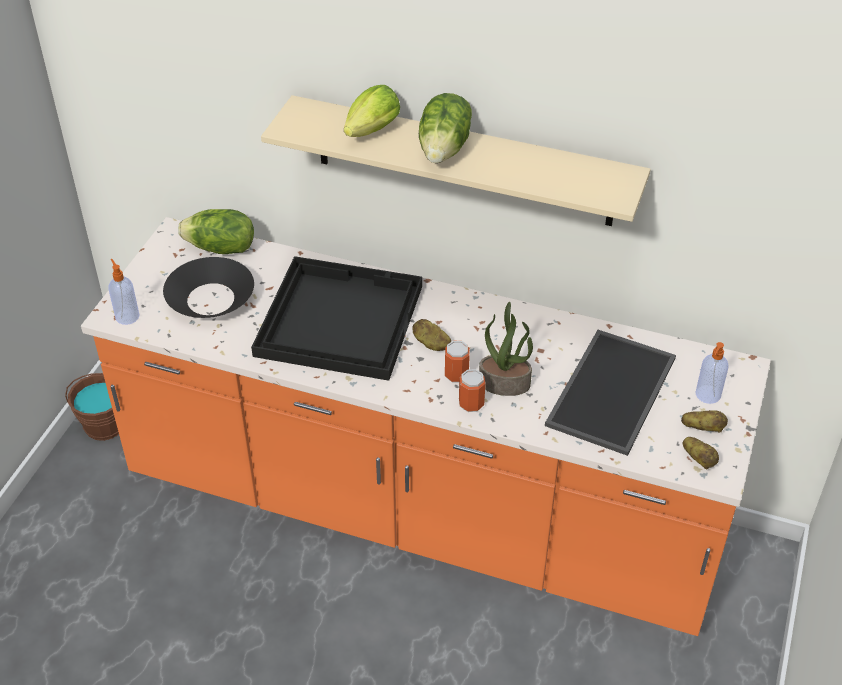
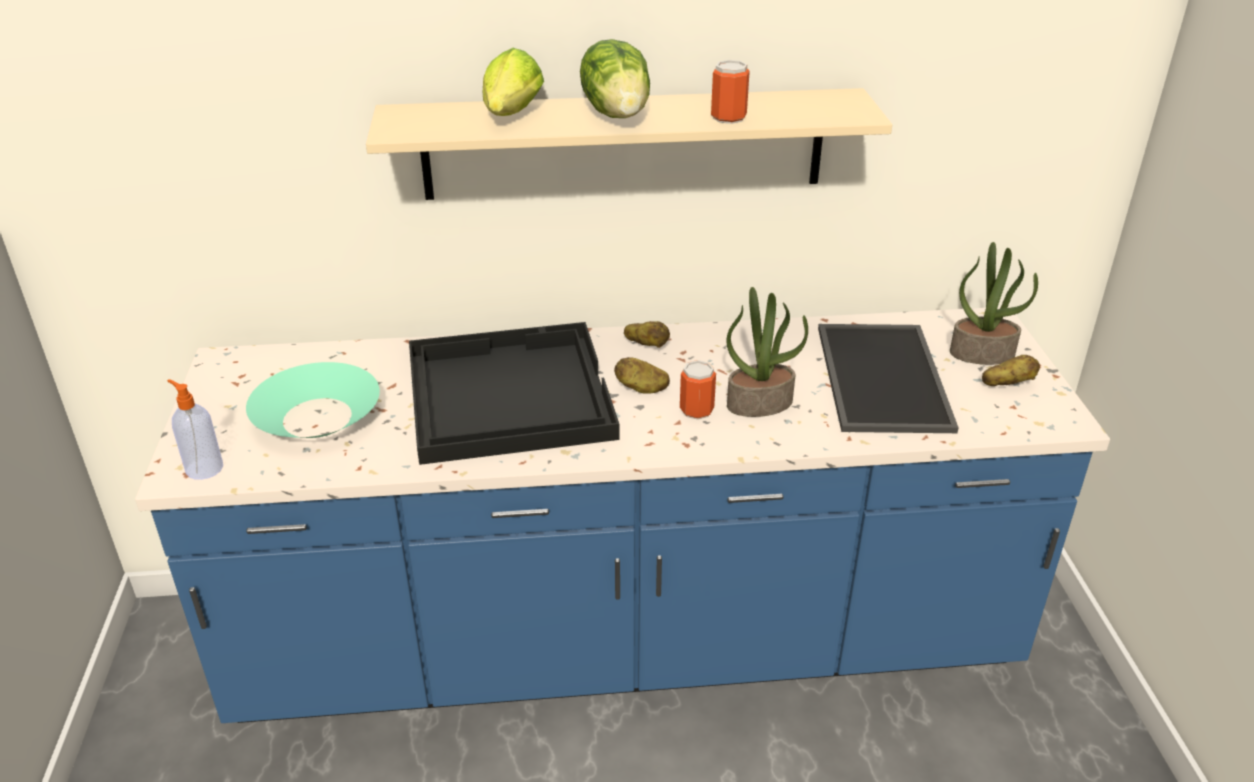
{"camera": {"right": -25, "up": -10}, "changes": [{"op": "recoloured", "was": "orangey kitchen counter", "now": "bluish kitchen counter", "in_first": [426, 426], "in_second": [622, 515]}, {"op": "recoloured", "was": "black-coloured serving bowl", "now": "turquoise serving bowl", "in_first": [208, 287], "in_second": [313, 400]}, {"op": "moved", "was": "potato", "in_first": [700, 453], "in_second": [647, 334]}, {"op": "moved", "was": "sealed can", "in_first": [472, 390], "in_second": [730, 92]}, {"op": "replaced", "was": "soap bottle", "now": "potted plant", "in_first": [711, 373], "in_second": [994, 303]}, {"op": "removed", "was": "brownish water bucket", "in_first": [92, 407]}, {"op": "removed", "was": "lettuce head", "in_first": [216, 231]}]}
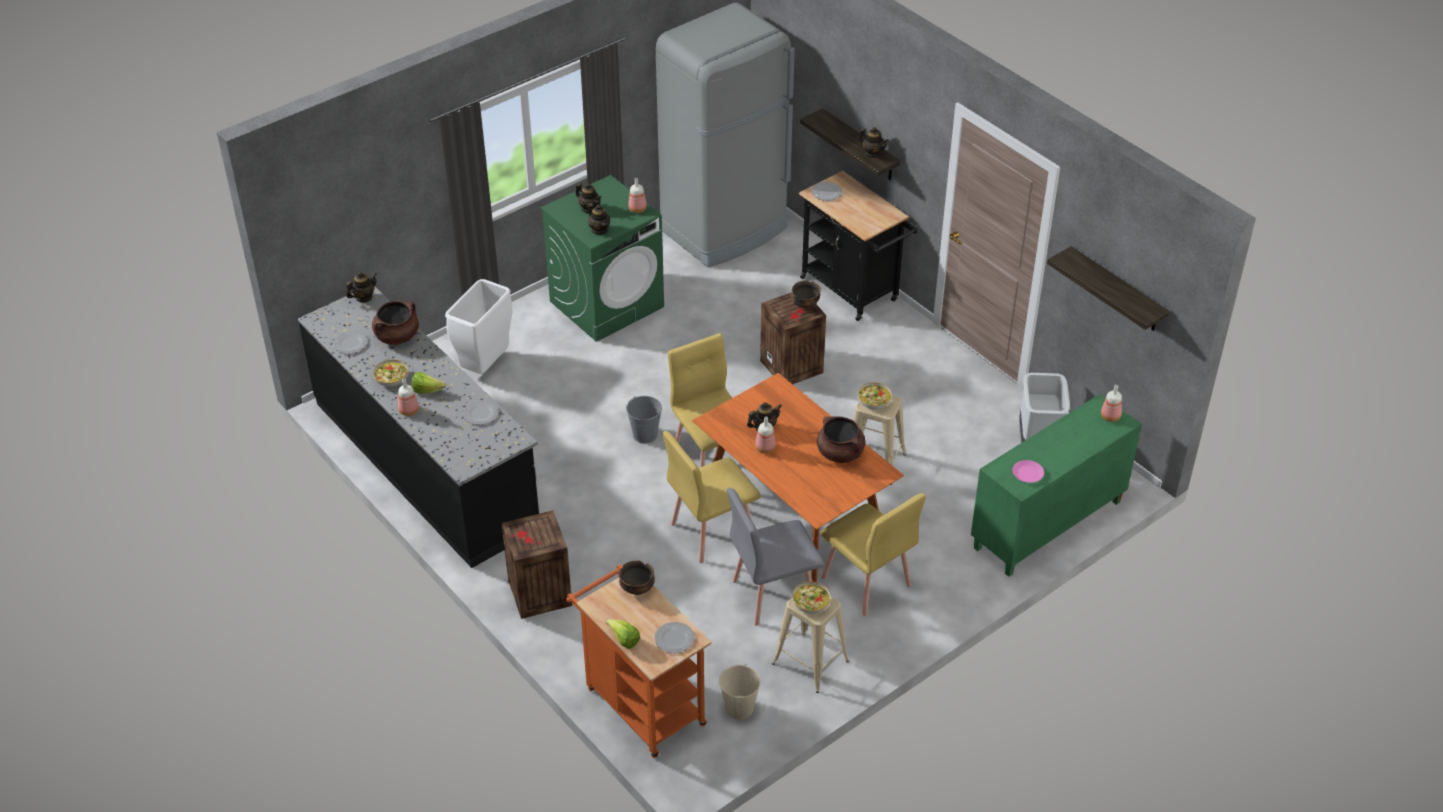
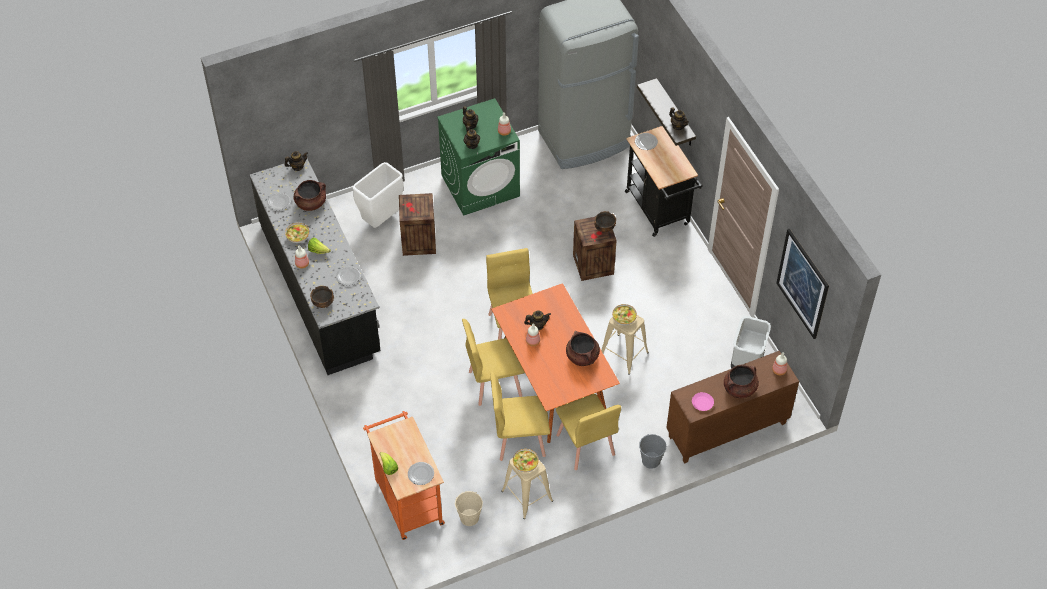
{"camera": {"right": 15, "up": 10}, "changes": [{"op": "moved", "was": "serving bowl", "in_first": [637, 578], "in_second": [322, 297]}, {"op": "moved", "was": "crate", "in_first": [536, 564], "in_second": [417, 224]}, {"op": "recoloured", "was": "greyish plain chair", "now": "yellow plain chair", "in_first": [775, 556], "in_second": [520, 416]}, {"op": "moved", "was": "greyish water bucket", "in_first": [644, 420], "in_second": [652, 451]}, {"op": "recoloured", "was": "green-coloured cabinet", "now": "brownish cabinet", "in_first": [1056, 485], "in_second": [732, 407]}, {"op": "added", "now": "brownish cooking pot", "in_second": [741, 382]}, {"op": "replaced", "was": "bracket shelf", "now": "wall art", "in_first": [1108, 288], "in_second": [802, 284]}]}
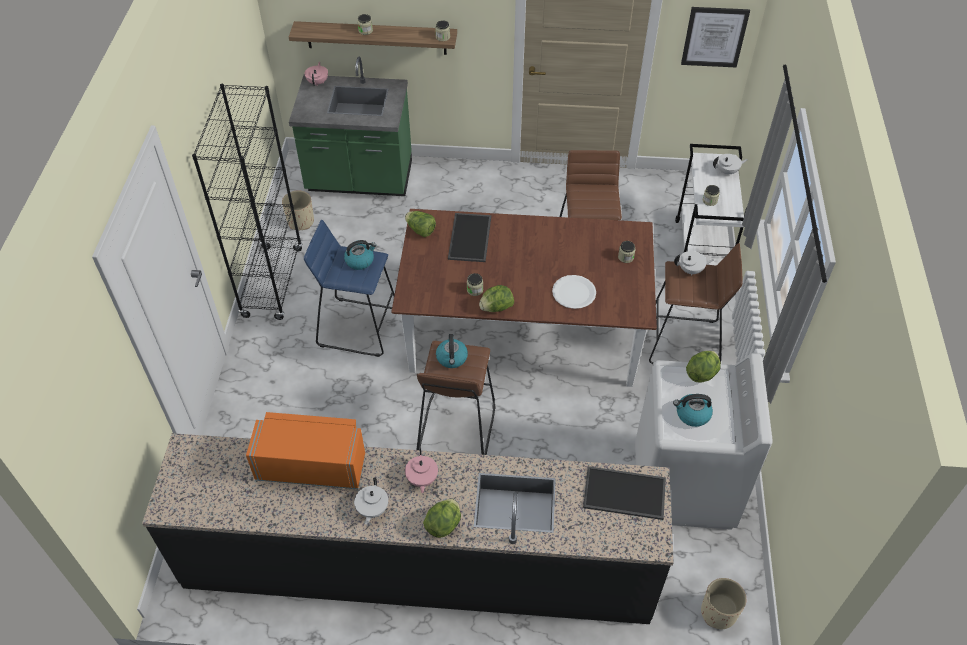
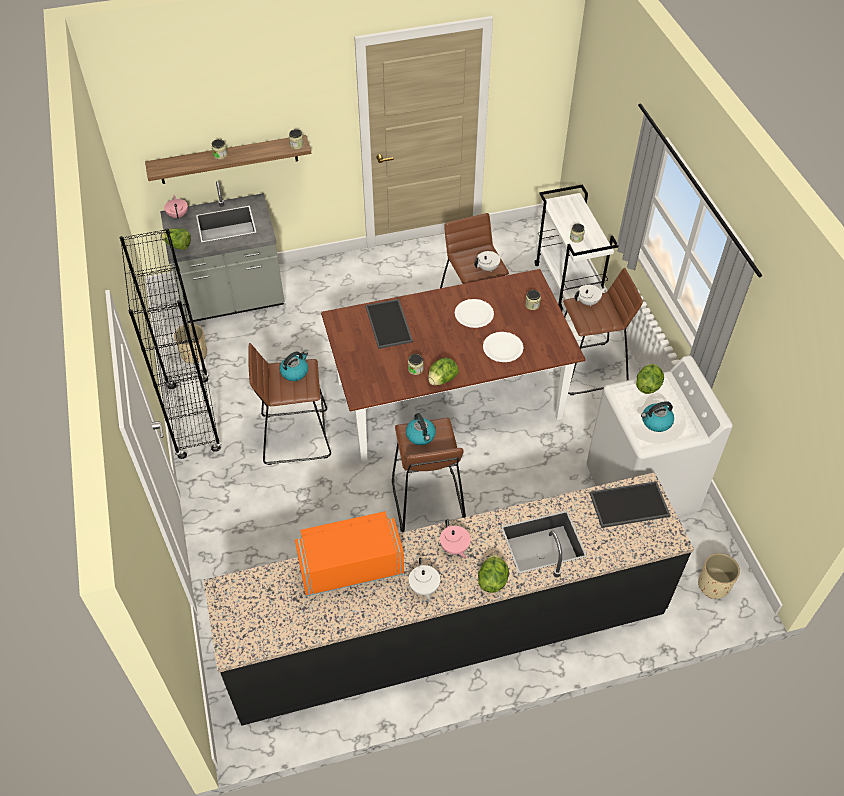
{"camera": {"right": -20, "up": 0}, "changes": [{"op": "recoloured", "was": "green-coloured kitchen counter", "now": "greyish kitchen counter", "in_first": [350, 126], "in_second": [222, 252]}, {"op": "moved", "was": "lettuce head", "in_first": [420, 224], "in_second": [176, 239]}, {"op": "recoloured", "was": "bluish stool", "now": "brownish stool", "in_first": [349, 288], "in_second": [289, 404]}, {"op": "added", "now": "white flat dish", "in_second": [474, 313]}, {"op": "moved", "was": "white tea pot", "in_first": [730, 165], "in_second": [489, 261]}, {"op": "removed", "was": "wall art", "in_first": [715, 37]}]}
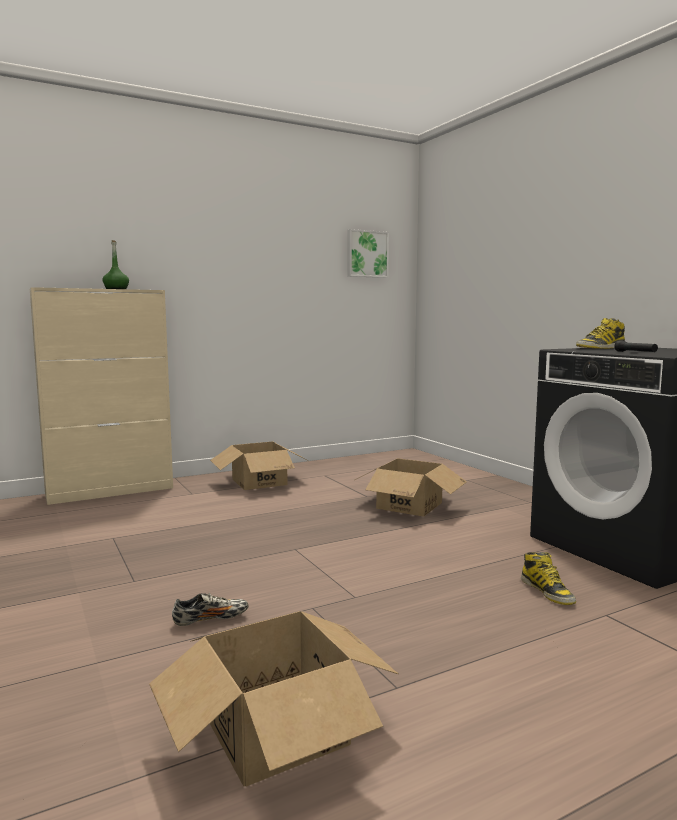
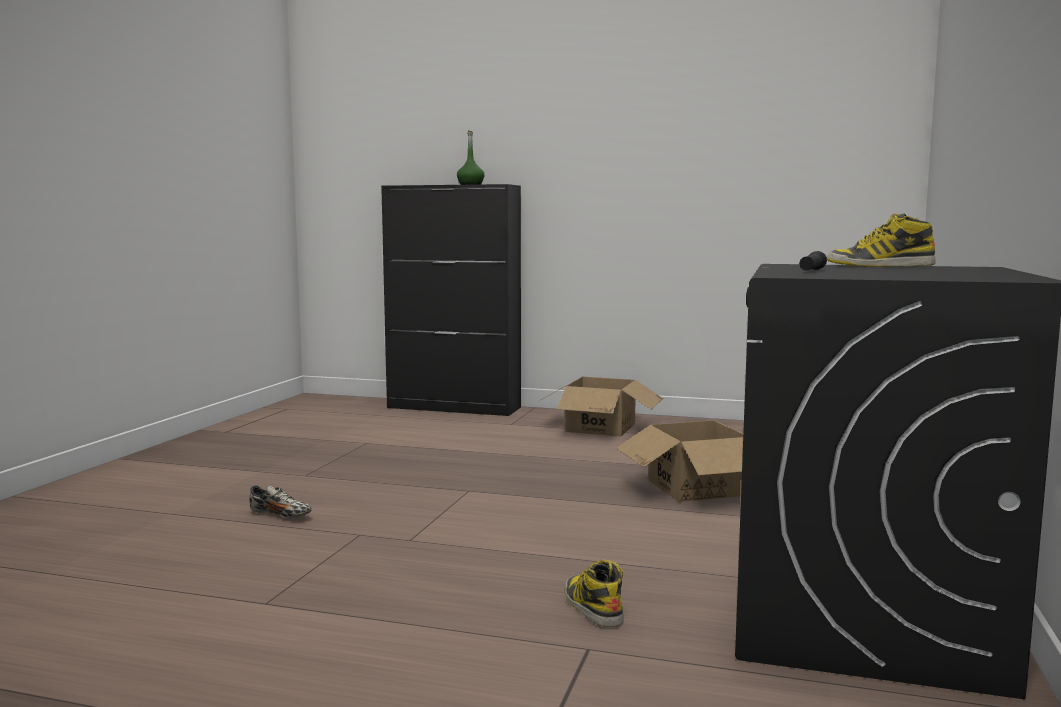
{"camera": {"right": 45, "up": 0}, "changes": [{"op": "recoloured", "was": "sand-coloured cabinet", "now": "black-coloured cabinet", "in_first": [101, 396], "in_second": [451, 300]}, {"op": "turned", "was": "tall boot", "in_first": [548, 578], "in_second": [594, 593], "clockwise": 135}, {"op": "removed", "was": "carton", "in_first": [273, 699]}, {"op": "removed", "was": "wall art", "in_first": [368, 253]}]}
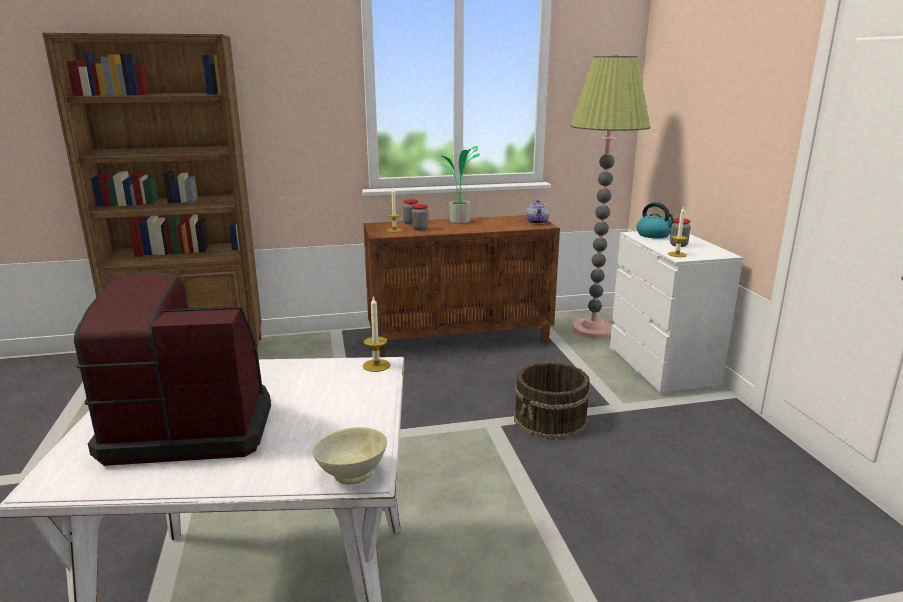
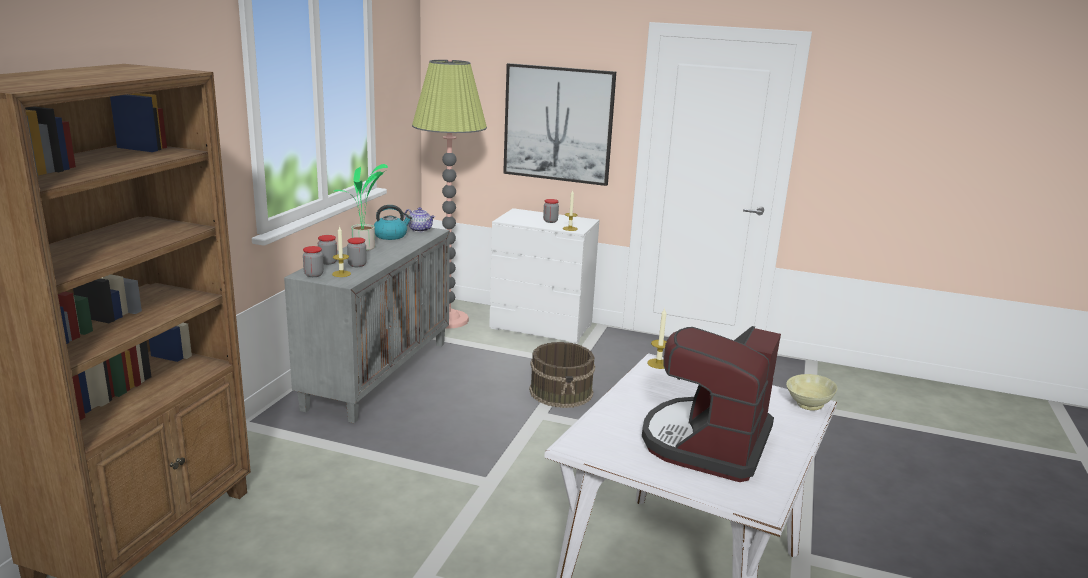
{"camera": {"right": -60, "up": 0}, "changes": [{"op": "recoloured", "was": "brownish cabinet", "now": "greyish cabinet", "in_first": [461, 286], "in_second": [367, 324]}, {"op": "added", "now": "storage jar", "in_second": [313, 261]}, {"op": "moved", "was": "kettle", "in_first": [656, 220], "in_second": [393, 222]}, {"op": "added", "now": "wall art", "in_second": [559, 124]}]}
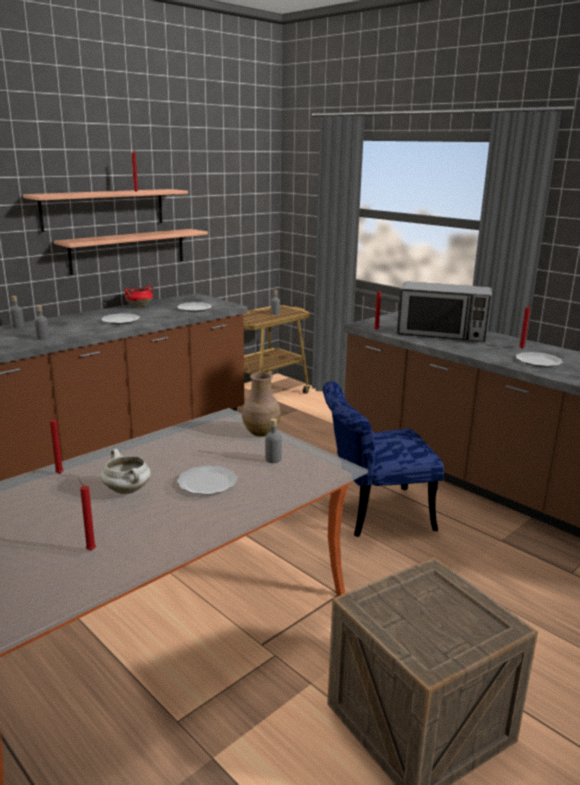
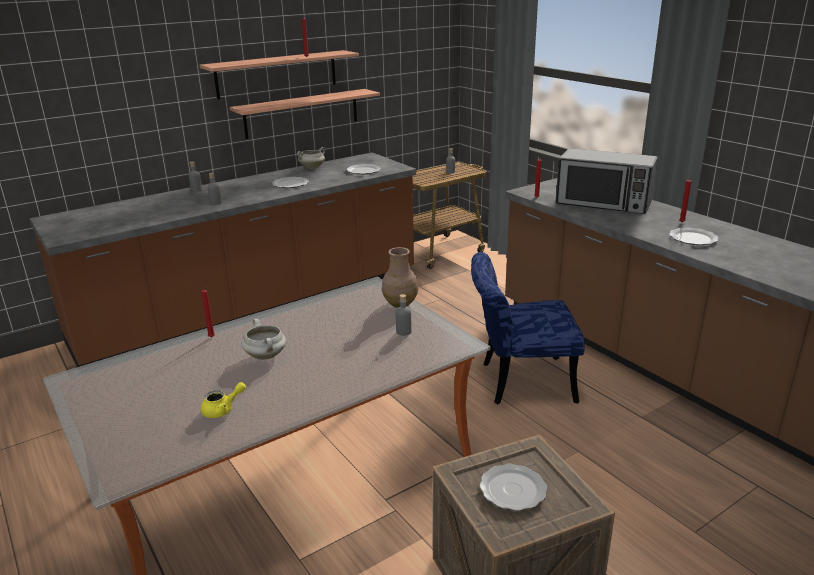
{"camera": {"right": 10, "up": 5}, "changes": [{"op": "replaced", "was": "red wax candle", "now": "yellow tea pot", "in_first": [87, 514], "in_second": [223, 400]}, {"op": "recoloured", "was": "red cooking pot", "now": "white cooking pot", "in_first": [139, 296], "in_second": [311, 158]}, {"op": "moved", "was": "flat dish", "in_first": [207, 480], "in_second": [513, 487]}]}
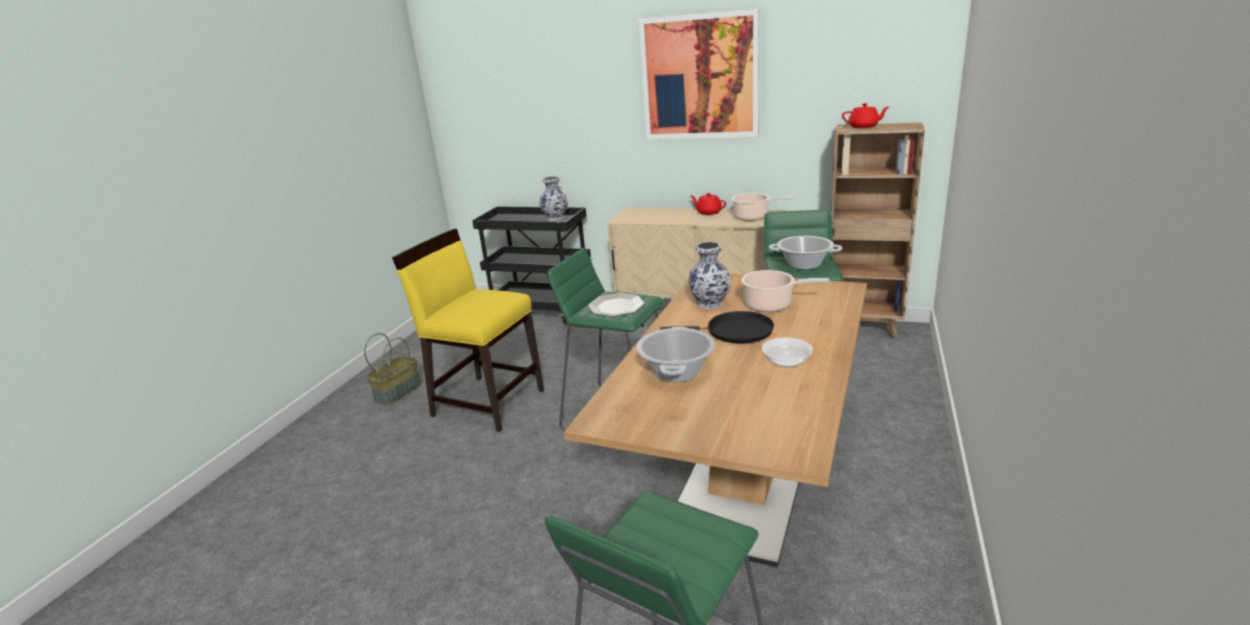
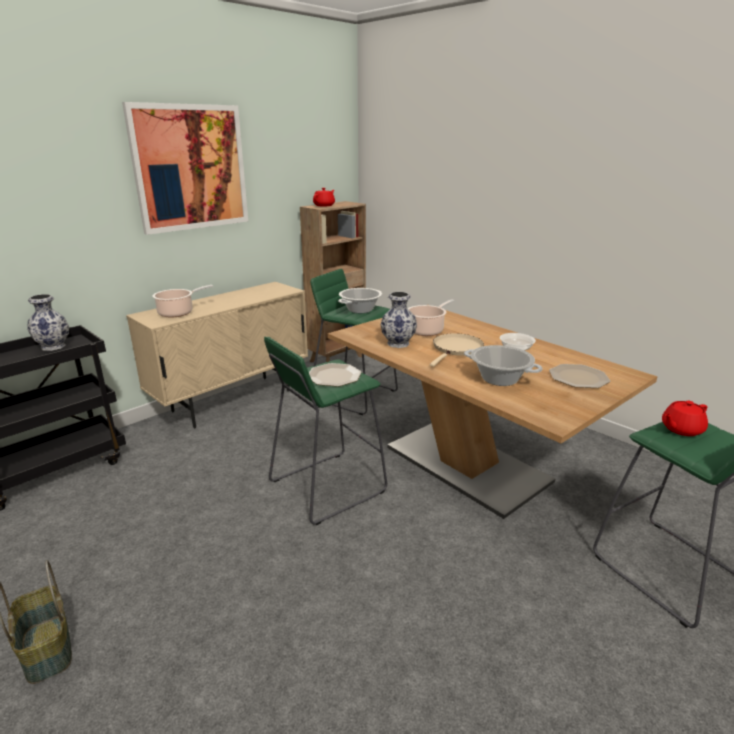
{"camera": {"right": -65, "up": 0}, "changes": [{"op": "moved", "was": "cooking pot", "in_first": [763, 207], "in_second": [182, 301]}, {"op": "recoloured", "was": "black-coloured pan", "now": "sand-coloured pan", "in_first": [717, 327], "in_second": [457, 350]}, {"op": "added", "now": "flat dish", "in_second": [579, 376]}, {"op": "moved", "was": "red tea pot", "in_first": [708, 204], "in_second": [685, 418]}, {"op": "removed", "was": "yellow plain chair", "in_first": [468, 330]}]}
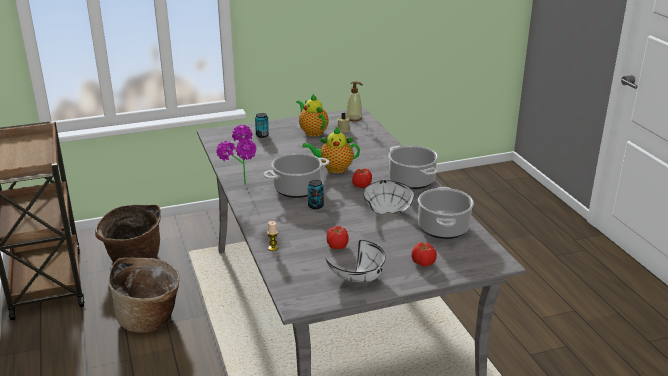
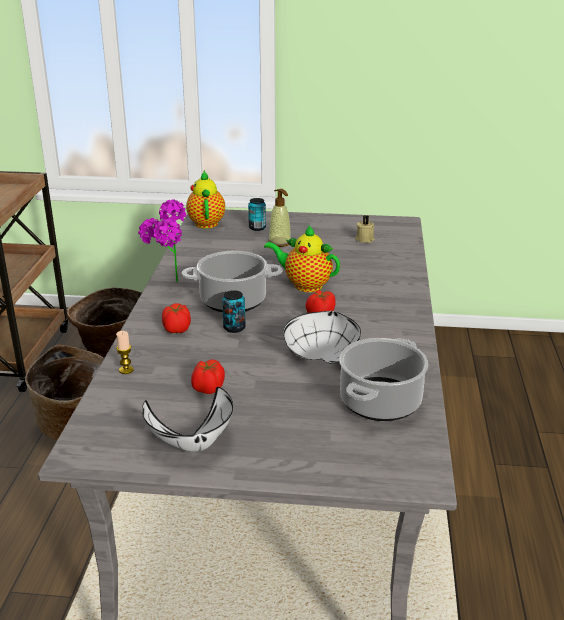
{"camera": {"right": 25, "up": 0}, "changes": [{"op": "moved", "was": "tomato", "in_first": [424, 254], "in_second": [176, 318]}, {"op": "moved", "was": "tea pot", "in_first": [312, 115], "in_second": [205, 199]}, {"op": "moved", "was": "soap bottle", "in_first": [354, 101], "in_second": [279, 218]}, {"op": "removed", "was": "cooking pot", "in_first": [413, 167]}]}
